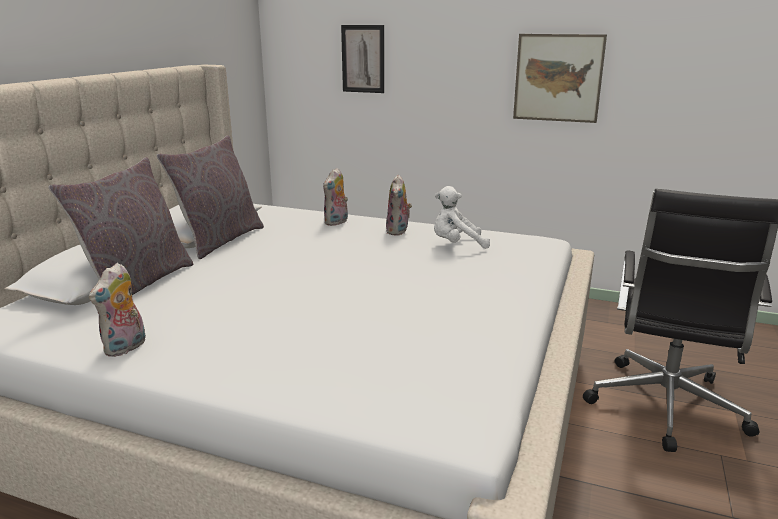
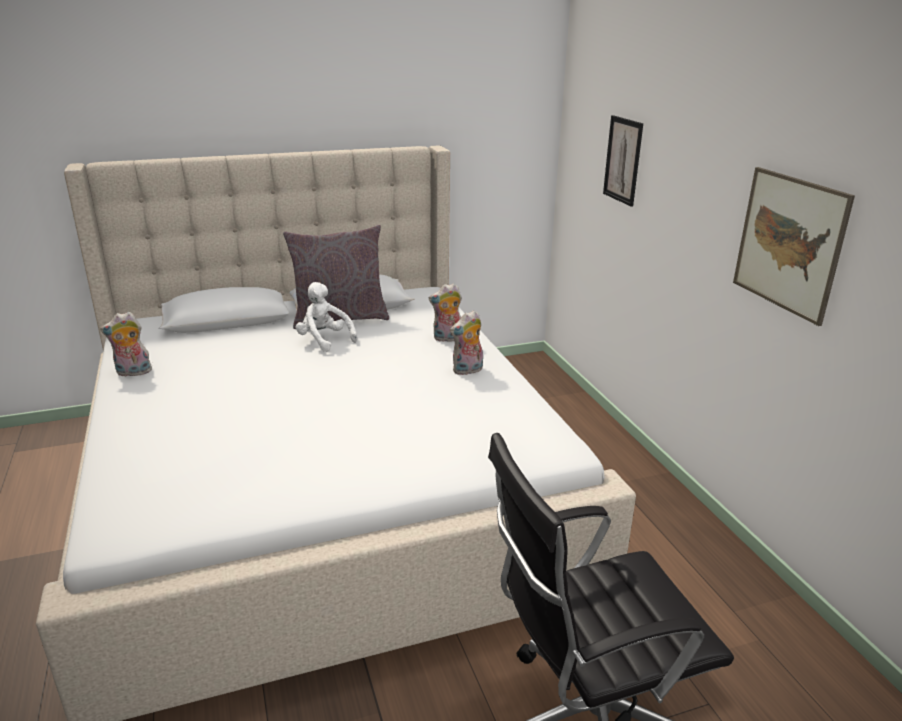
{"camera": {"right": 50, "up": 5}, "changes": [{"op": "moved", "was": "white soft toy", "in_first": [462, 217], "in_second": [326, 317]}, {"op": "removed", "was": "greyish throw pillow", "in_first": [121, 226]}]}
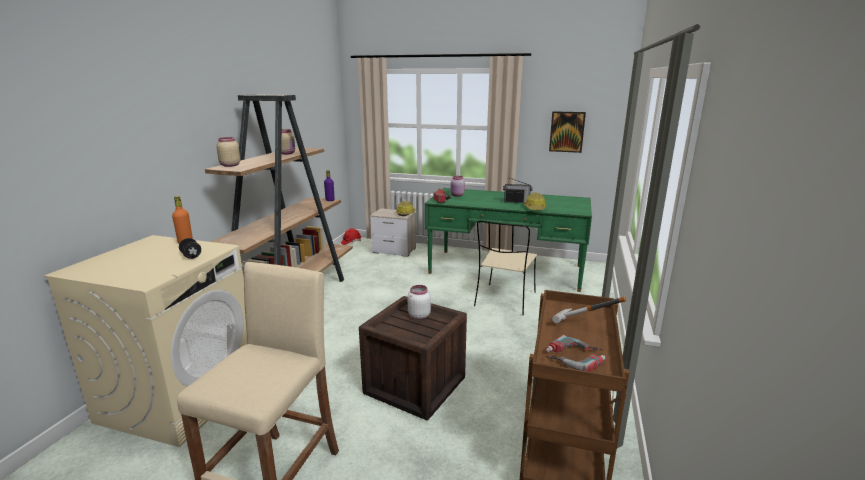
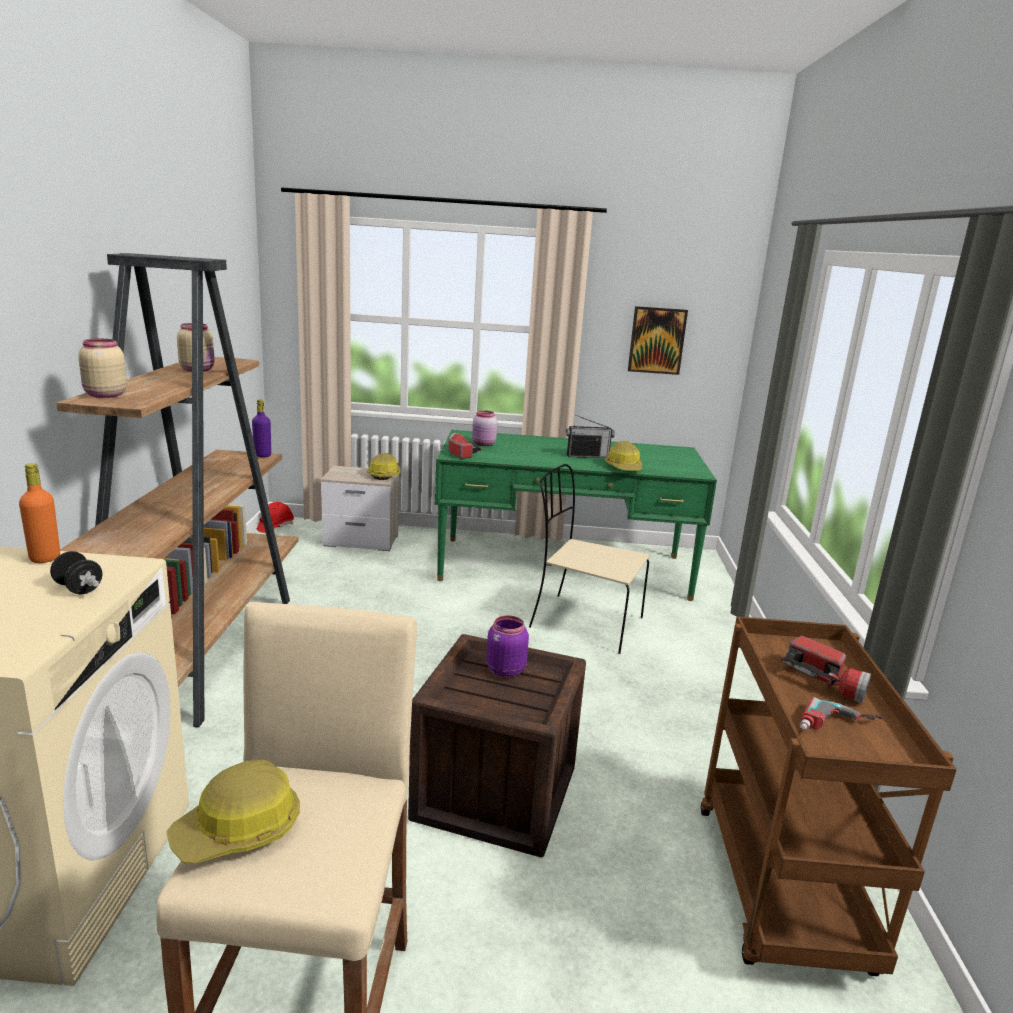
{"camera": {"right": -15, "up": 0}, "changes": [{"op": "added", "now": "hard hat", "in_second": [233, 812]}, {"op": "recoloured", "was": "white storage jar", "now": "purple storage jar", "in_first": [419, 302], "in_second": [507, 646]}, {"op": "turned", "was": "sand-coloured plain chair", "in_first": [505, 267], "in_second": [589, 559], "clockwise": 105}, {"op": "replaced", "was": "hand hammer", "now": "hand torch", "in_first": [589, 310], "in_second": [826, 669]}, {"op": "removed", "was": "drill", "in_first": [576, 363]}]}
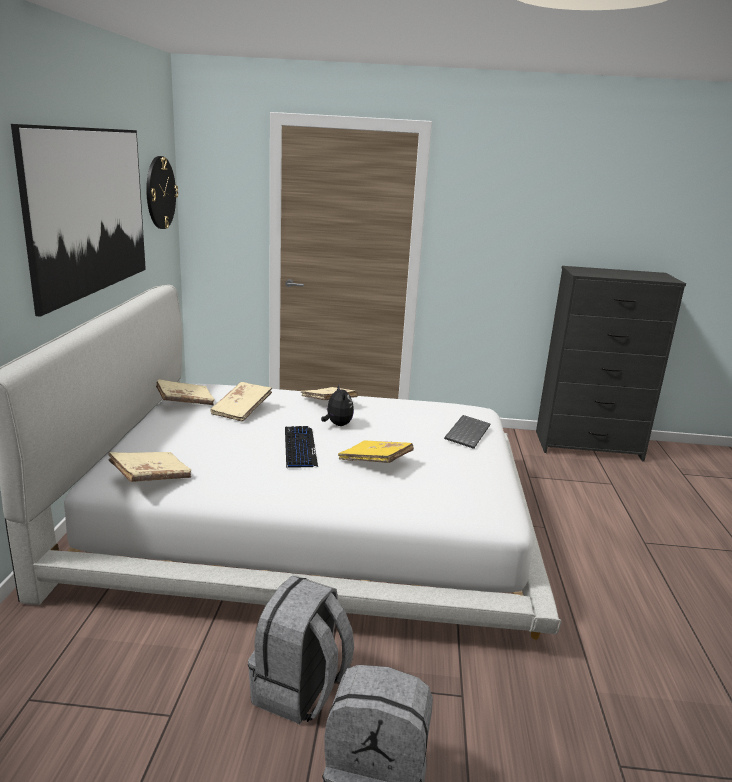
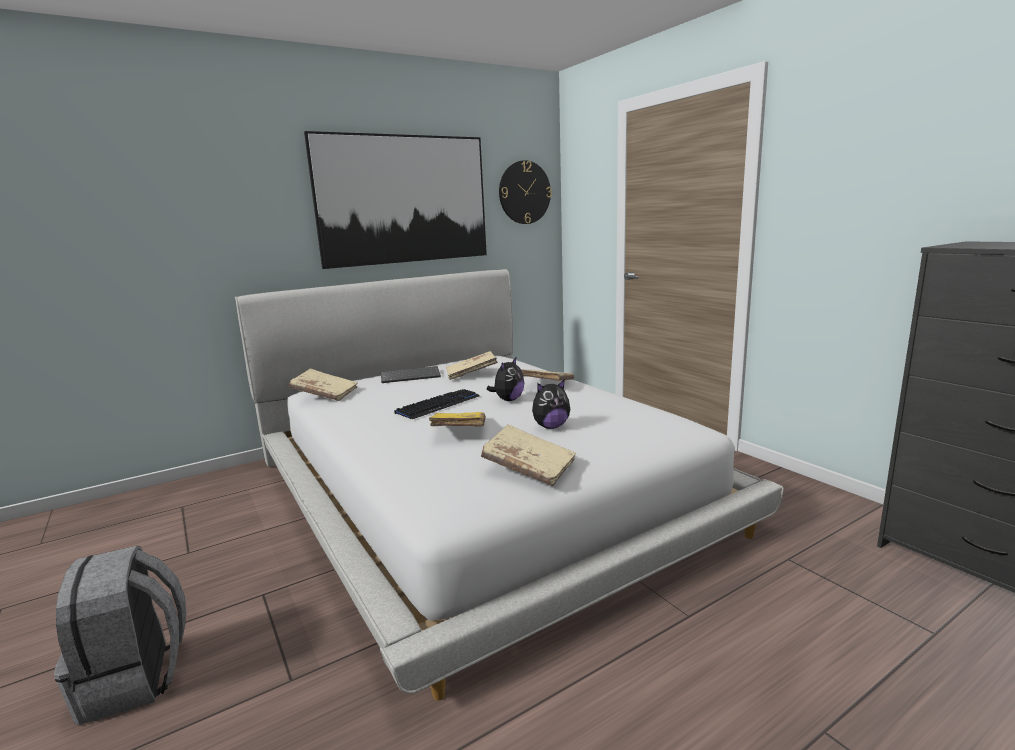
{"camera": {"right": 55, "up": -5}, "changes": [{"op": "moved", "was": "keyboard", "in_first": [467, 432], "in_second": [411, 374]}, {"op": "moved", "was": "sand-coloured book", "in_first": [185, 392], "in_second": [528, 455]}, {"op": "added", "now": "soft toy", "in_second": [551, 404]}, {"op": "removed", "was": "greyish backpack", "in_first": [301, 650]}]}
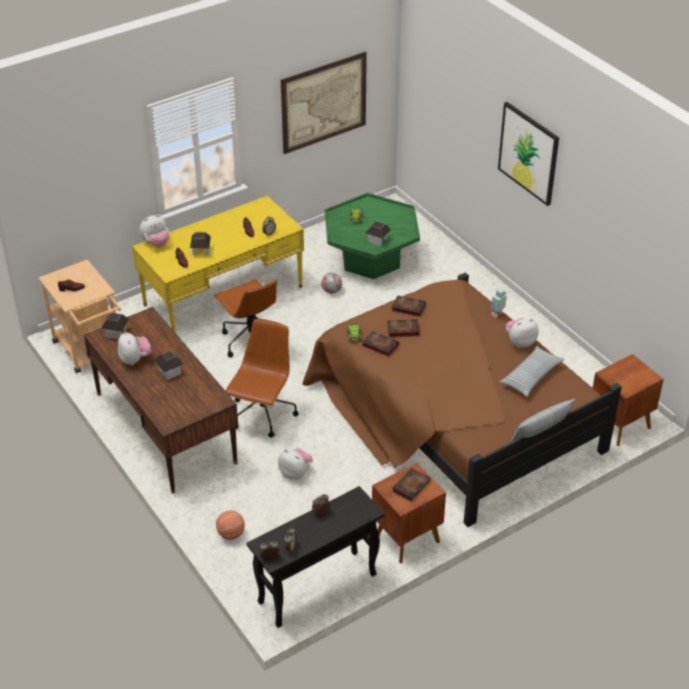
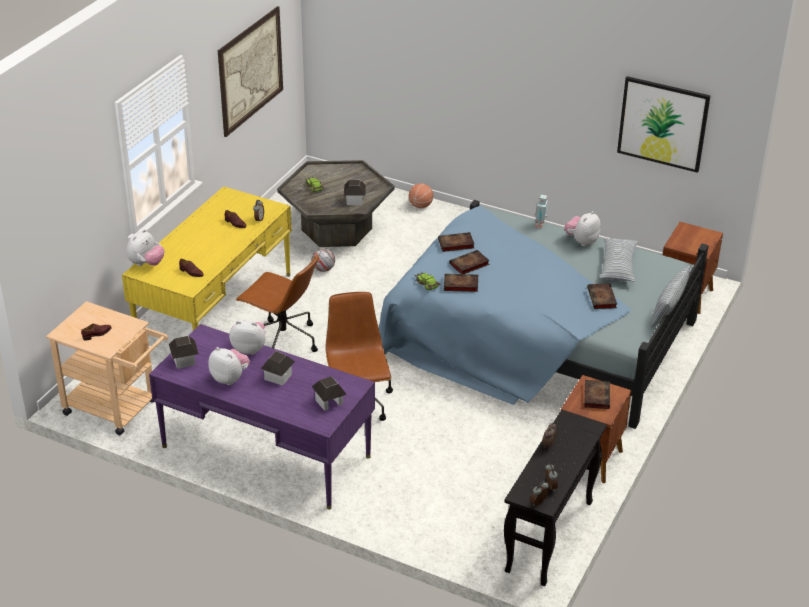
{"camera": {"right": -30, "up": -5}, "changes": [{"op": "recoloured", "was": "brownish desk table", "now": "purple desk table", "in_first": [161, 400], "in_second": [262, 417]}, {"op": "moved", "was": "soft toy", "in_first": [295, 464], "in_second": [247, 337]}, {"op": "recoloured", "was": "green-coloured coffee table", "now": "greyish coffee table", "in_first": [372, 236], "in_second": [335, 203]}, {"op": "moved", "was": "model house", "in_first": [200, 244], "in_second": [329, 393]}, {"op": "recoloured", "was": "brownish bed", "now": "bluish bed", "in_first": [462, 399], "in_second": [543, 314]}, {"op": "moved", "was": "basketball", "in_first": [230, 525], "in_second": [421, 195]}, {"op": "added", "now": "book", "in_second": [602, 296]}, {"op": "moved", "was": "wall art", "in_first": [528, 154], "in_second": [664, 124]}]}
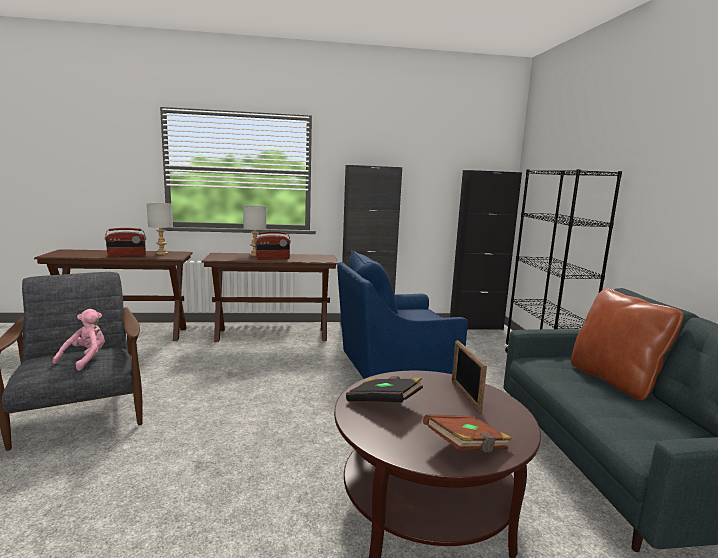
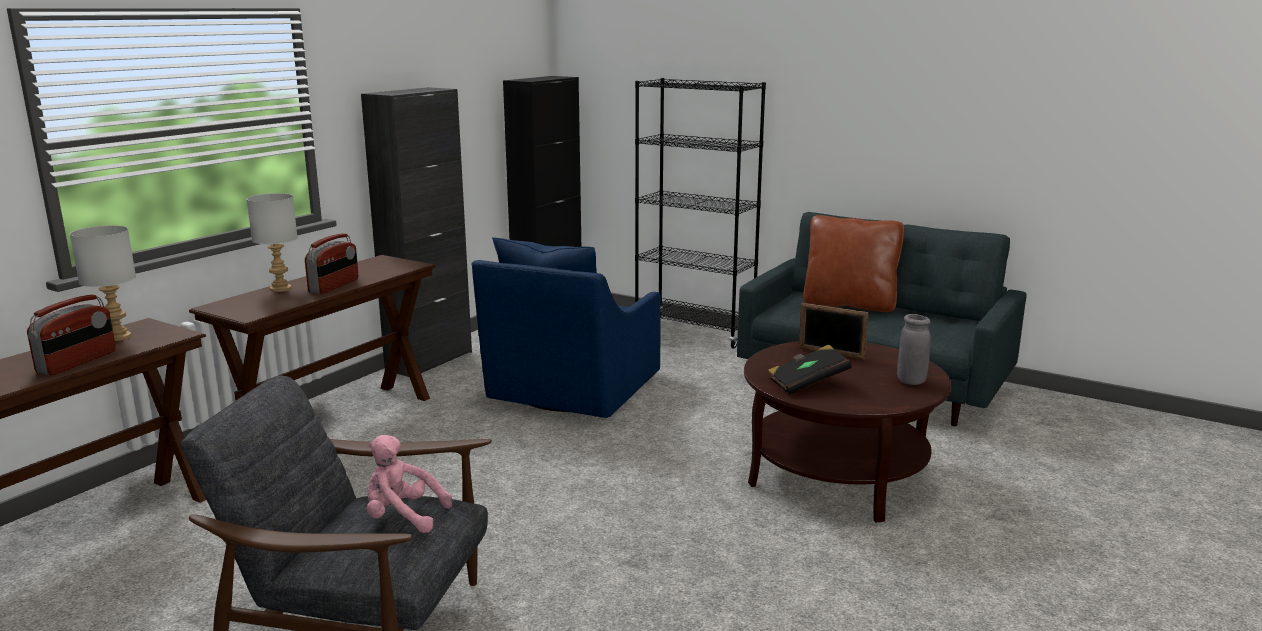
{"camera": {"right": -50, "up": 5}, "changes": [{"op": "turned", "was": "pink soft toy", "in_first": [78, 340], "in_second": [409, 484], "clockwise": -45}, {"op": "replaced", "was": "brownish book", "now": "greyish vase", "in_first": [467, 433], "in_second": [914, 349]}]}
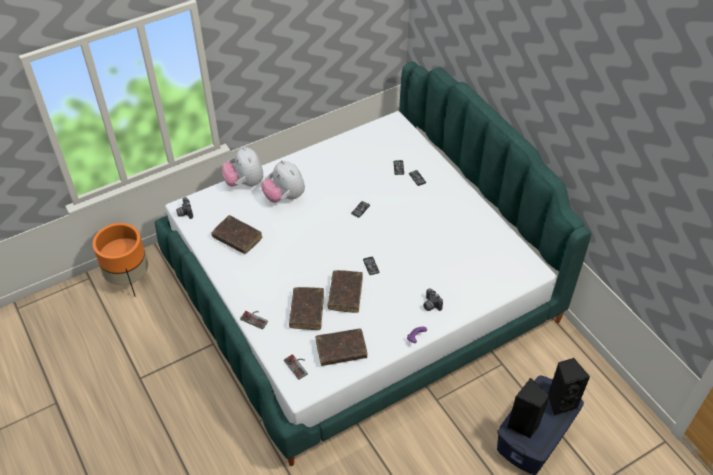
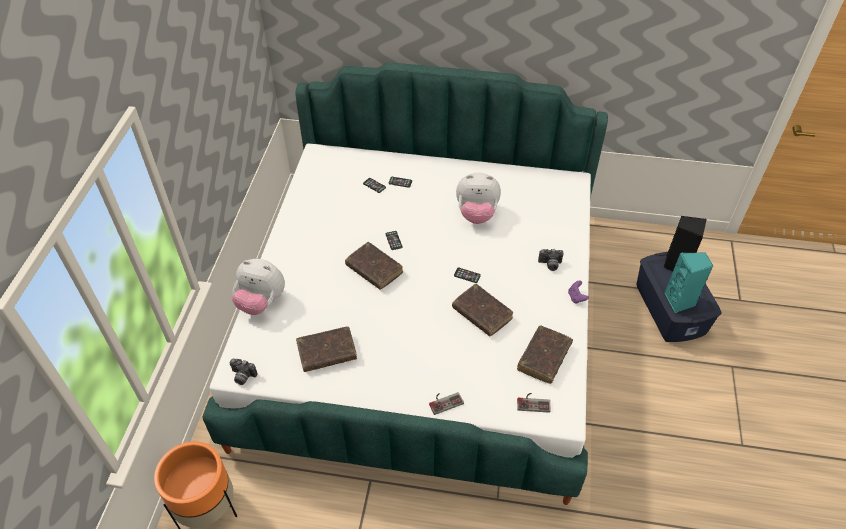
{"camera": {"right": -50, "up": 0}, "changes": [{"op": "moved", "was": "brownish book", "in_first": [306, 308], "in_second": [374, 266]}, {"op": "moved", "was": "soft toy", "in_first": [283, 181], "in_second": [478, 198]}, {"op": "recoloured", "was": "black-coloured audio speaker", "now": "turquoise audio speaker", "in_first": [528, 408], "in_second": [689, 282]}]}
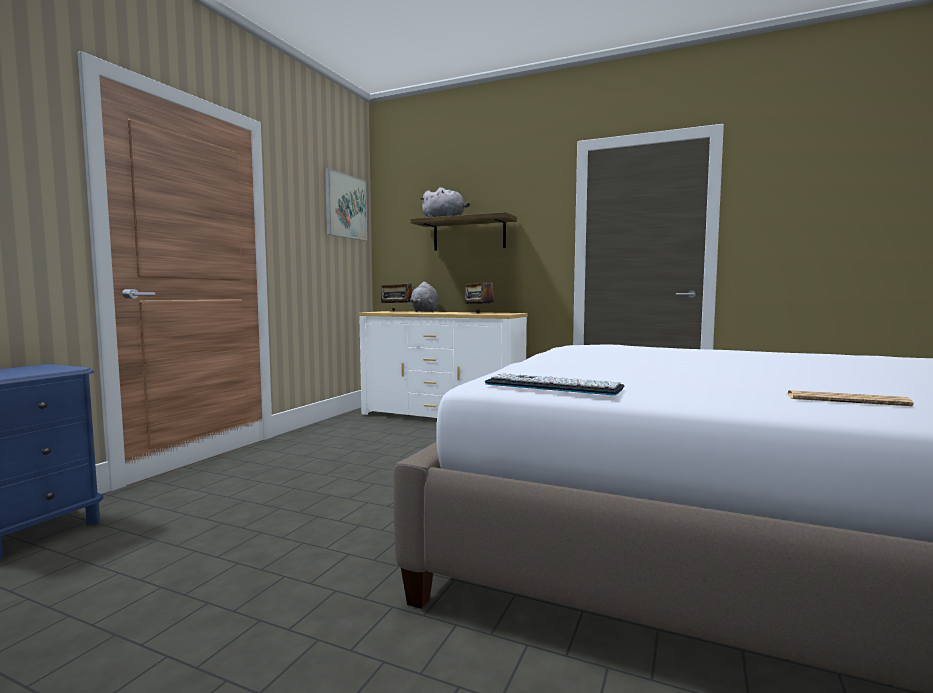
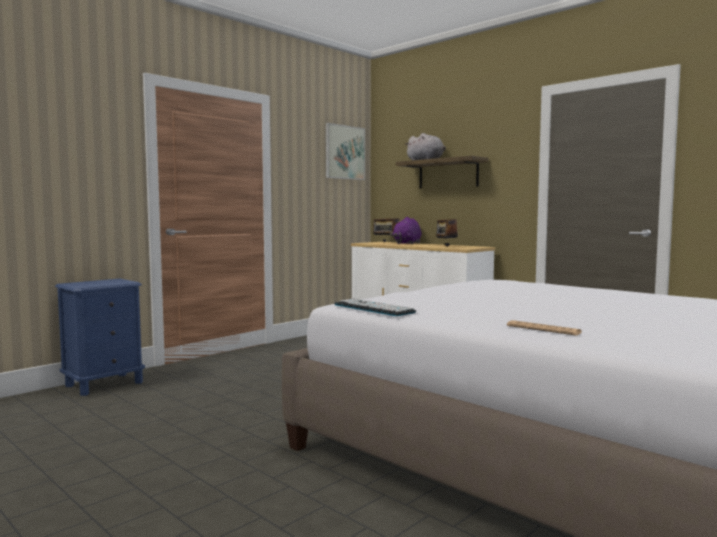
{"camera": {"right": 20, "up": 0}, "changes": [{"op": "recoloured", "was": "greyish soft toy", "now": "purple soft toy", "in_first": [424, 297], "in_second": [405, 230]}]}
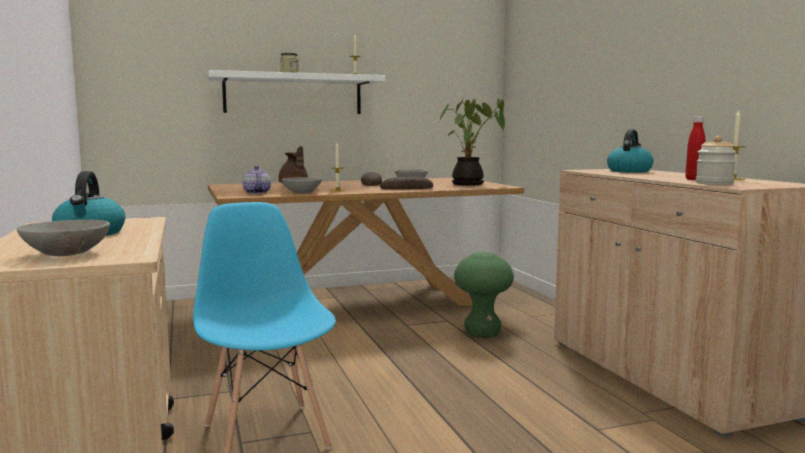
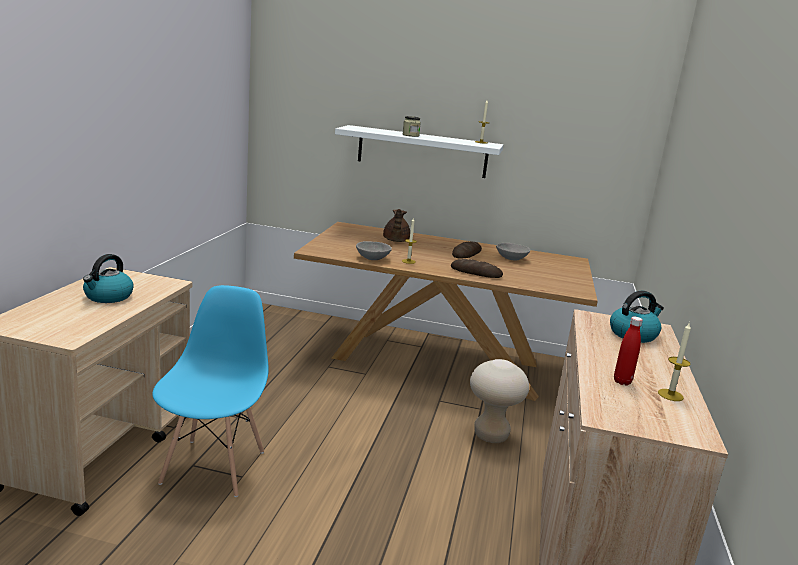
{"camera": {"right": 30, "up": 10}, "changes": [{"op": "recoloured", "was": "green-coloured stool", "now": "sand-coloured stool", "in_first": [484, 295], "in_second": [499, 401]}, {"op": "removed", "was": "greyish serving bowl", "in_first": [63, 238]}, {"op": "removed", "was": "tea pot", "in_first": [257, 180]}, {"op": "removed", "was": "potted plant", "in_first": [472, 141]}, {"op": "removed", "was": "storage jar", "in_first": [716, 160]}]}
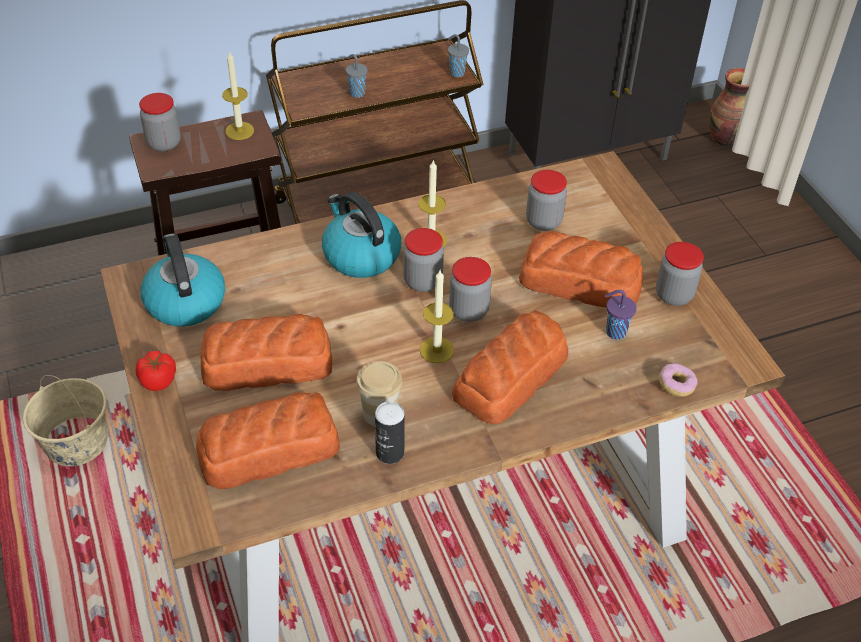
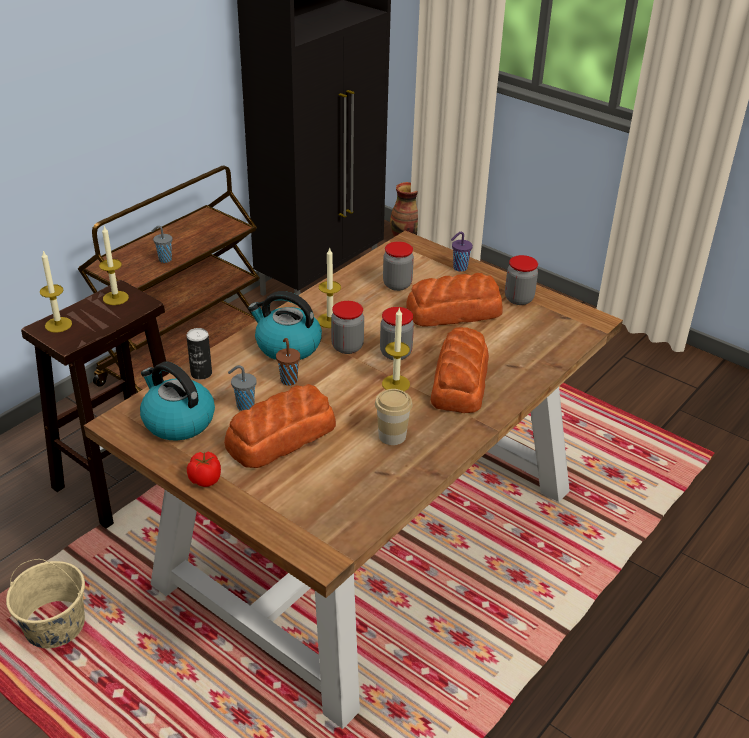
{"camera": {"right": -30, "up": -10}, "changes": [{"op": "replaced", "was": "storage jar", "now": "wax candle", "in_first": [160, 122], "in_second": [56, 292]}, {"op": "moved", "was": "sealed can", "in_first": [390, 432], "in_second": [199, 354]}, {"op": "moved", "was": "greyish small cup", "in_first": [458, 55], "in_second": [242, 388]}, {"op": "added", "now": "brownish small cup", "in_second": [288, 362]}, {"op": "moved", "was": "purple small cup", "in_first": [621, 315], "in_second": [462, 252]}, {"op": "removed", "was": "baked bread", "in_first": [268, 440]}, {"op": "removed", "was": "doughnut", "in_first": [678, 380]}]}
